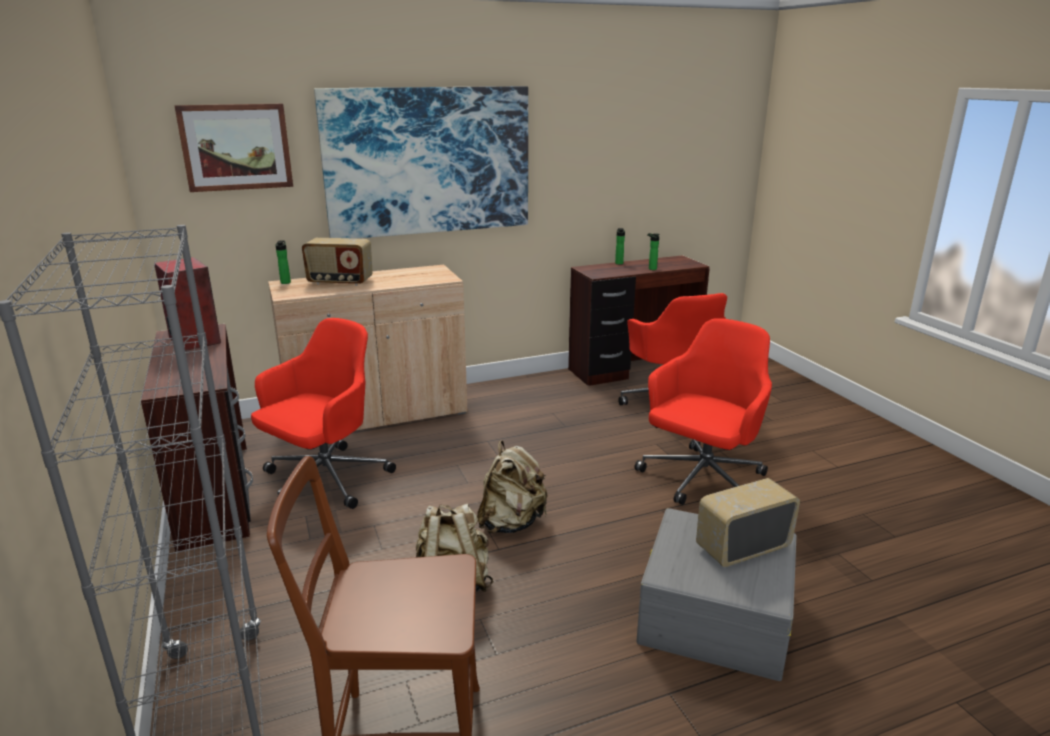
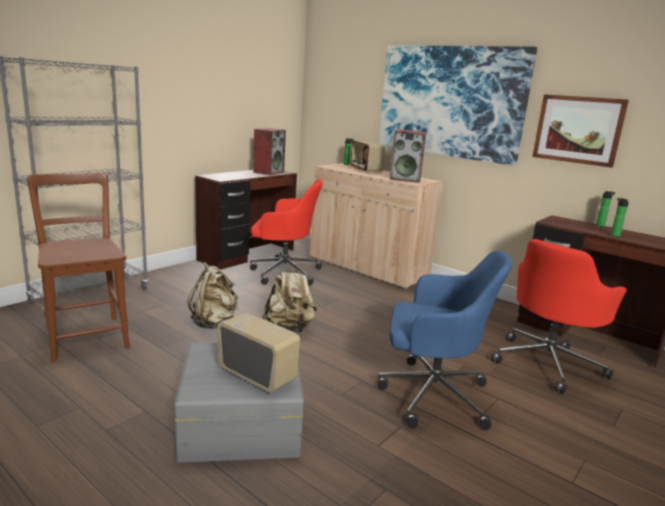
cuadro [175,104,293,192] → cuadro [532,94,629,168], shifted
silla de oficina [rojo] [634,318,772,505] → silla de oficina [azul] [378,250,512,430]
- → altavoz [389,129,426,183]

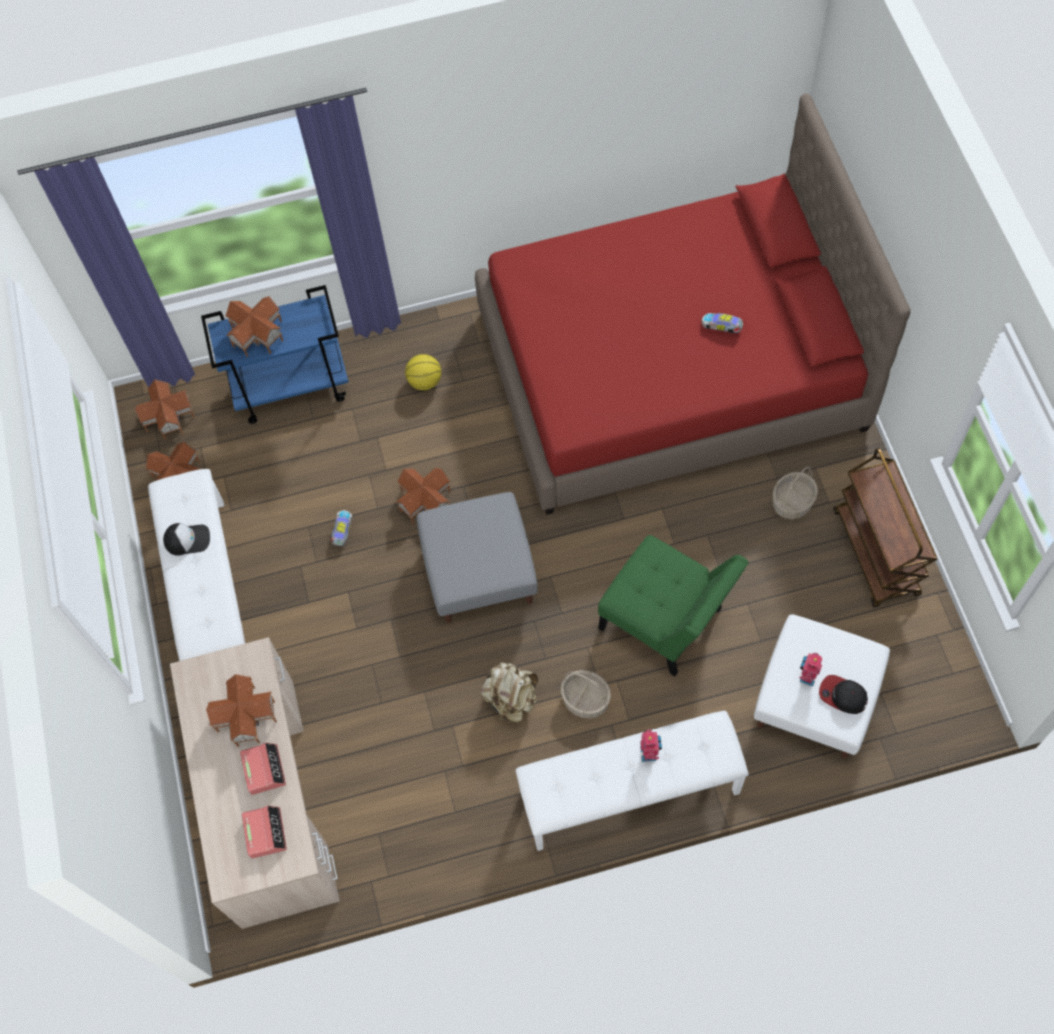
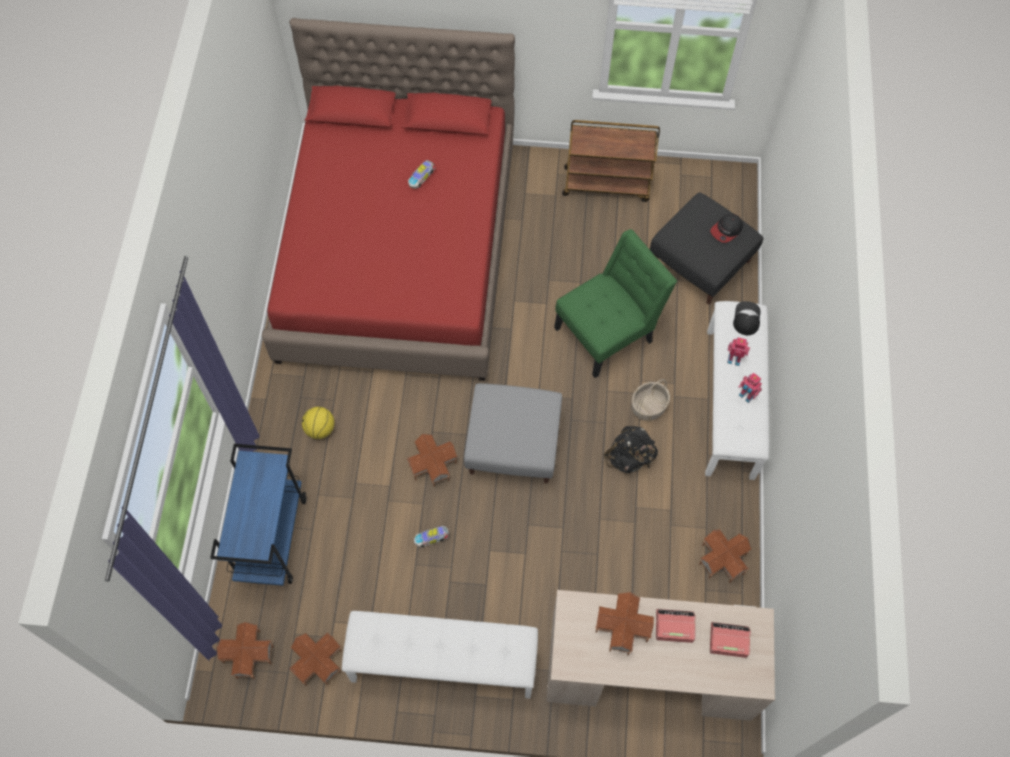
gorra [163,523,210,556] → gorra [733,301,761,335], shifted
casita [226,296,283,357] → casita [699,529,752,583], shifted
coche de juguete [331,510,352,547] → coche de juguete [414,526,449,548], 45 degrees counterclockwise
mochila [beis] [481,663,538,722] → mochila [negro] [604,426,658,473]
puf [blanco] [754,614,890,758] → puf [negro] [650,192,763,304]
cesta [773,466,818,519] → -
robot de juguete [799,653,823,686] → robot de juguete [739,373,762,403], shifted

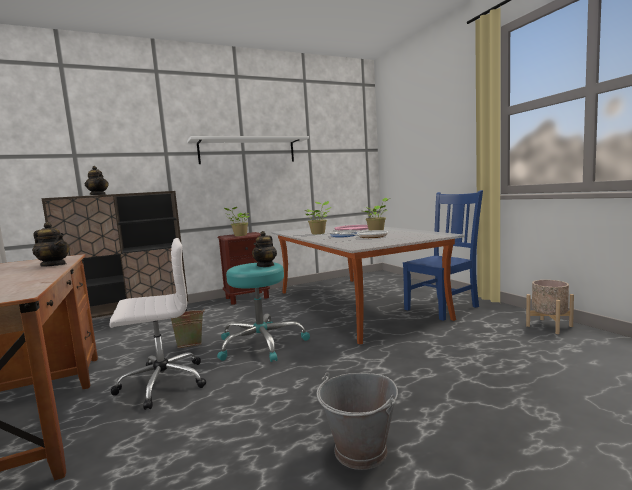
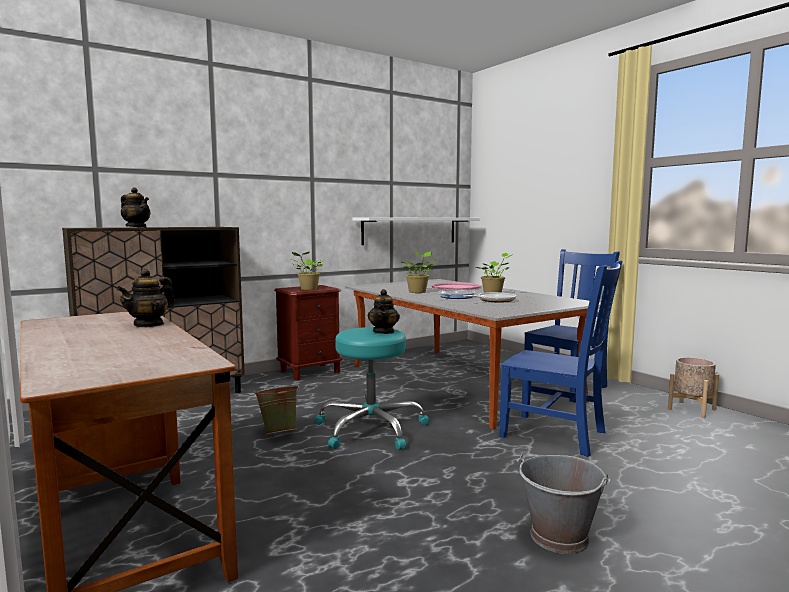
tetera [32,222,69,266] → tetera [117,269,175,327], 105 degrees clockwise
silla de oficina [blanco] [110,238,206,410] → -
estante [blanco] [187,136,309,164] → estante [blanco] [352,217,479,245], shifted
- → silla [azul] [499,260,622,457]

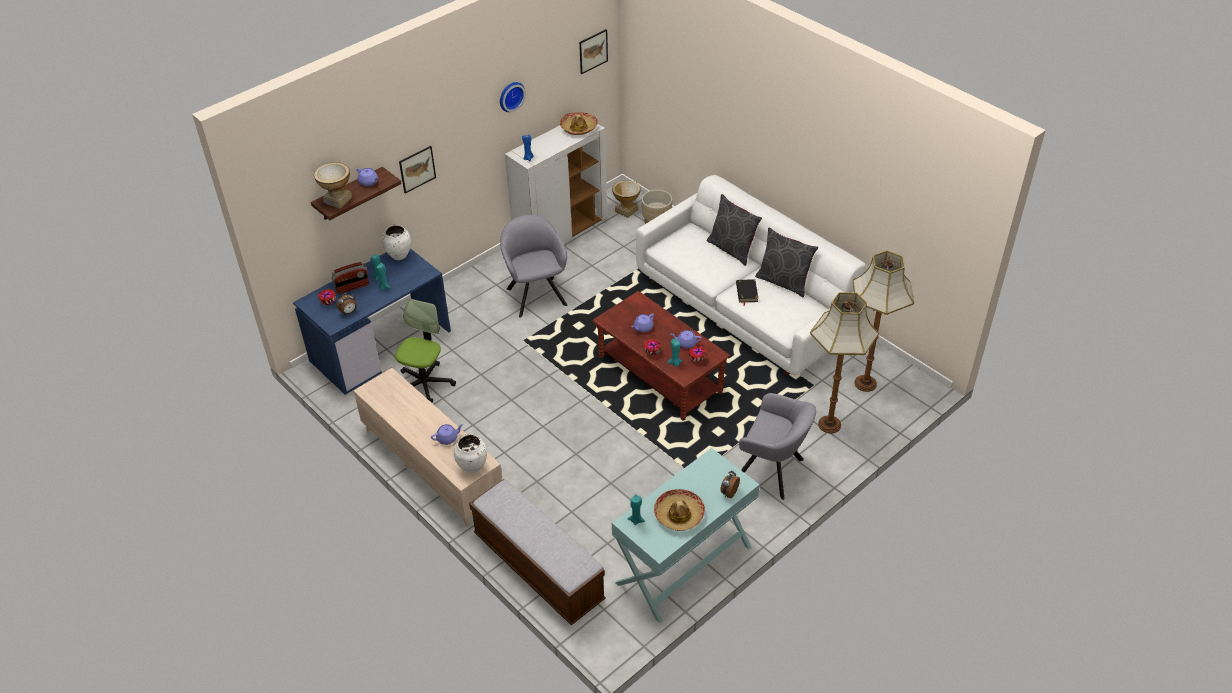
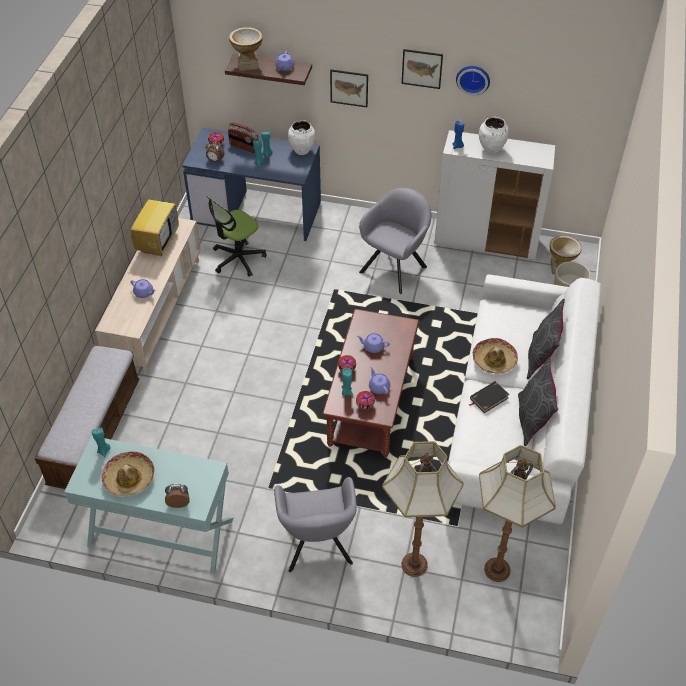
silla de oficina [395,299,456,403] → silla de oficina [207,196,266,277], 150 degrees clockwise
florero [blanco] [454,434,487,473] → florero [blanco] [479,117,509,154], shifted
sombrero [560,112,598,135] → sombrero [473,338,518,373], shifted
cuadro [579,29,608,74] → cuadro [402,49,443,89], shifted
- → televisor [131,186,179,256]

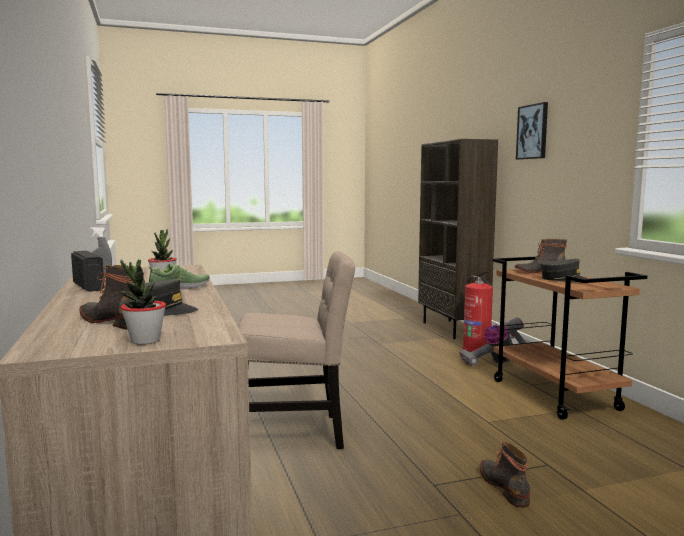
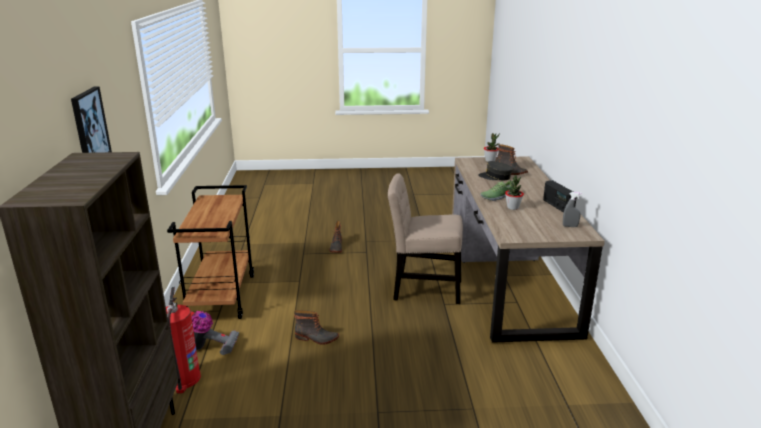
bota [515,239,567,274] → bota [294,310,339,345], shifted
gorra [gris] [540,259,588,282] → -

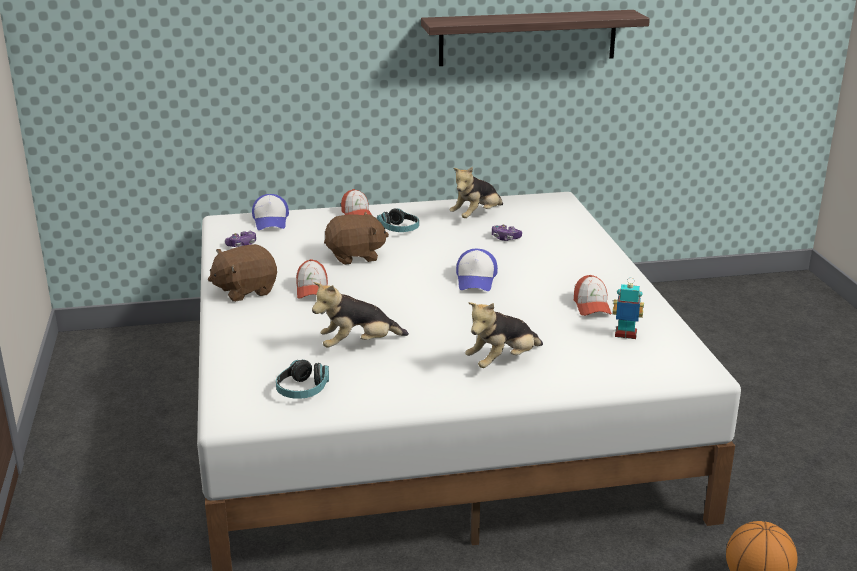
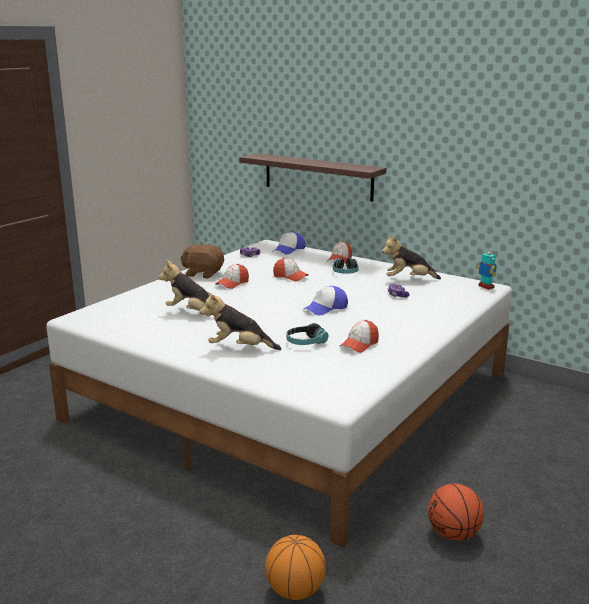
auriculares [276,360,329,399] → auriculares [286,323,329,345], shifted
peluche [marrón] [324,212,389,265] → gorra [273,258,309,281]
estante [421,10,650,66] → estante [239,153,386,202], shifted
robot de juguete [613,278,644,339] → robot de juguete [478,248,497,290], shifted
- → balón de baloncesto [428,484,484,541]

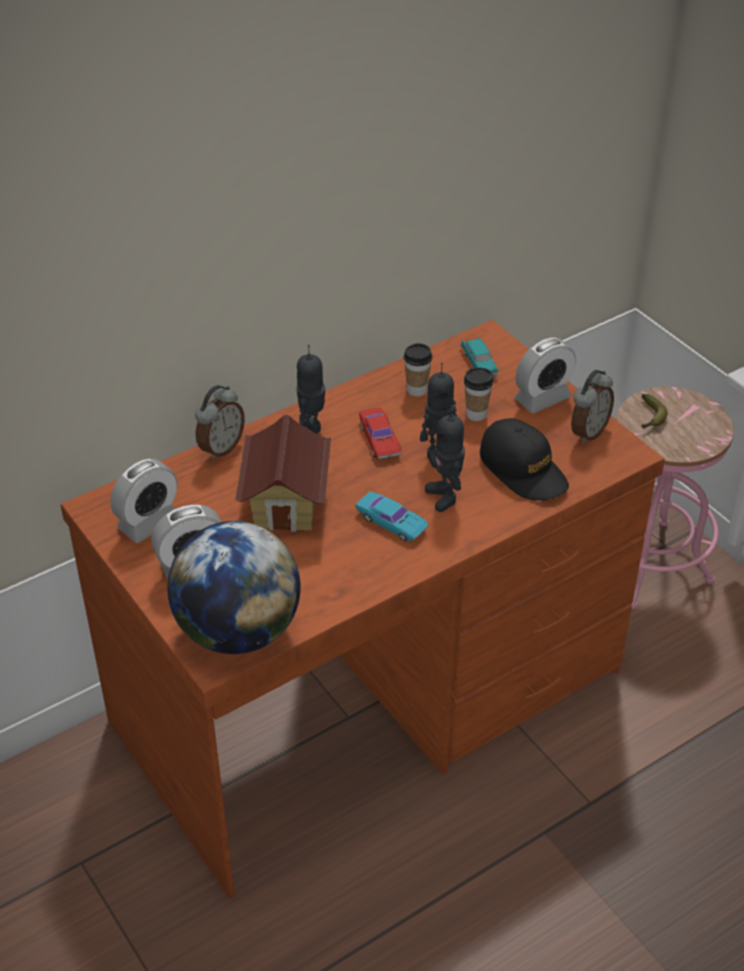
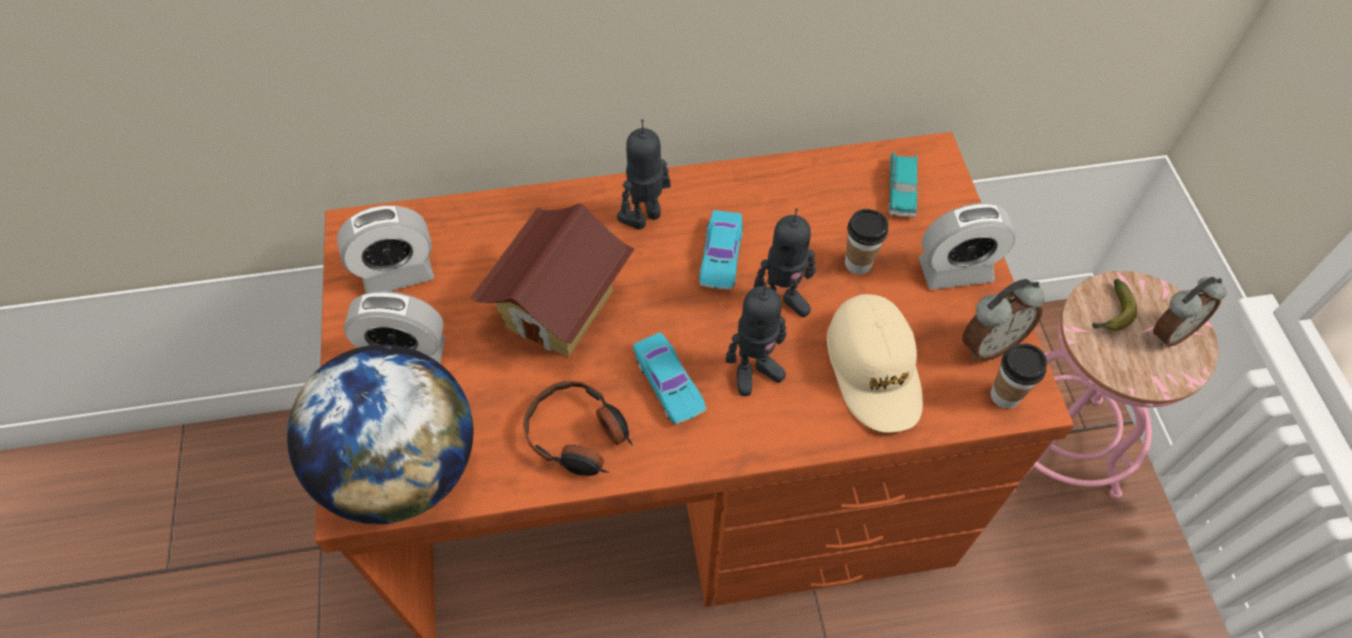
despertador [195,385,245,460] → despertador [1153,277,1226,347], shifted
coche de juguete [rojo] [359,407,401,460] → coche de juguete [turquesa] [699,210,743,290]
taza [404,343,432,396] → taza [991,343,1047,409], shifted
robot de juguete [425,406,465,512] → robot de juguete [726,282,786,396], 120 degrees counterclockwise
gorra [negro] [480,418,569,501] → gorra [beis] [827,294,923,432]
- → auriculares [523,381,633,476]

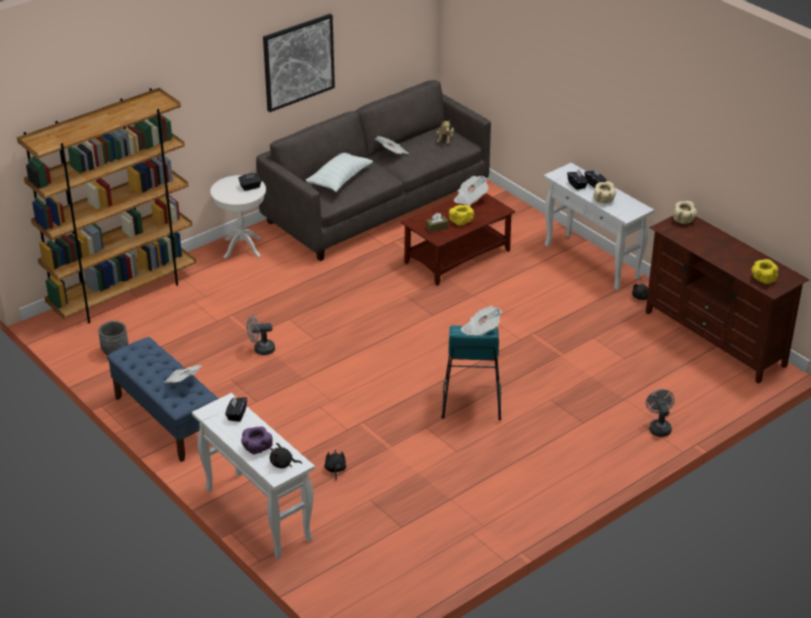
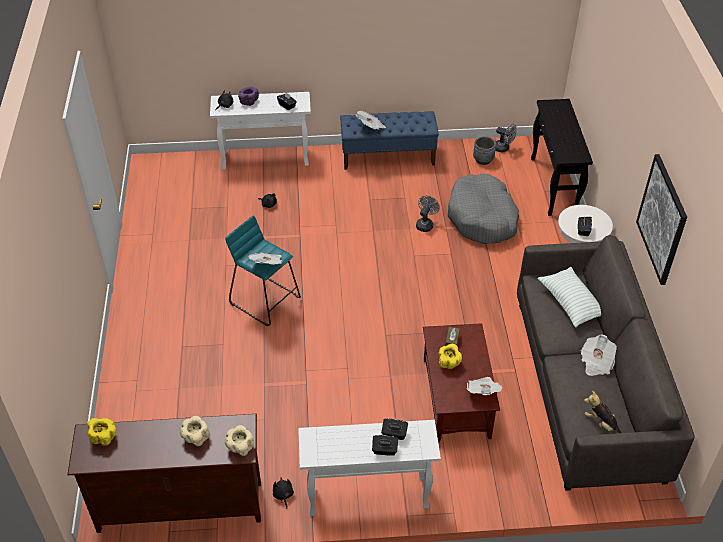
estantería [marrón] [17,88,196,323] → mesa consola [negro] [531,99,593,216]
cuenco [beis] [594,182,616,204] → cuenco [beis] [180,416,209,446], shifted
ventilador [gris] [646,389,675,437] → ventilador [gris] [495,124,517,152], shifted
- → cama para perro [gris] [448,173,519,244]

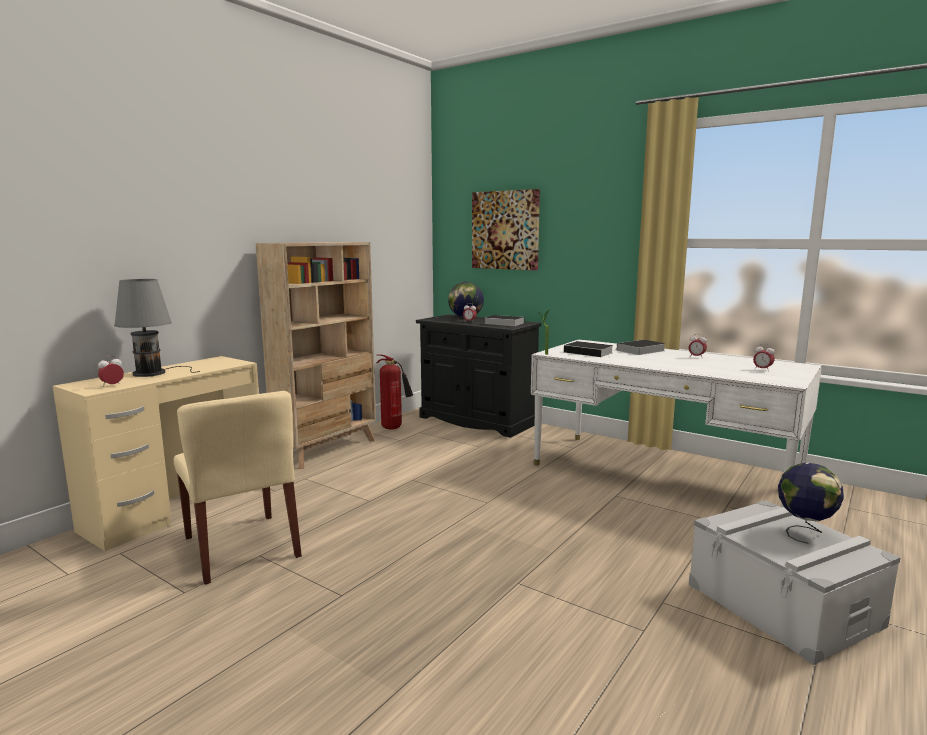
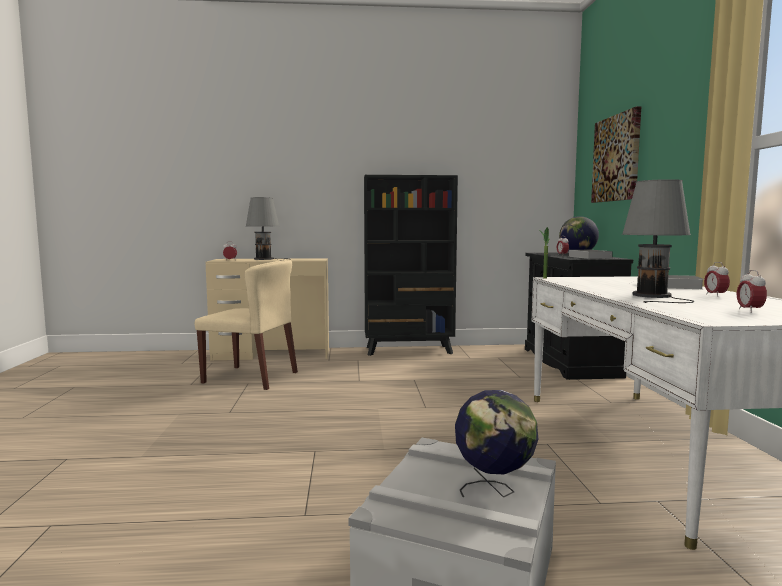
silla [beis] [174,391,302,585] → silla [beis] [195,260,298,390], 90 degrees counterclockwise
estantería [beis] [256,242,376,469] → estantería [negro] [364,175,458,356]
extintor [376,355,413,429] → -
libro [564,341,614,357] → -
- → lámpara de mesa [gris] [622,179,695,303]

